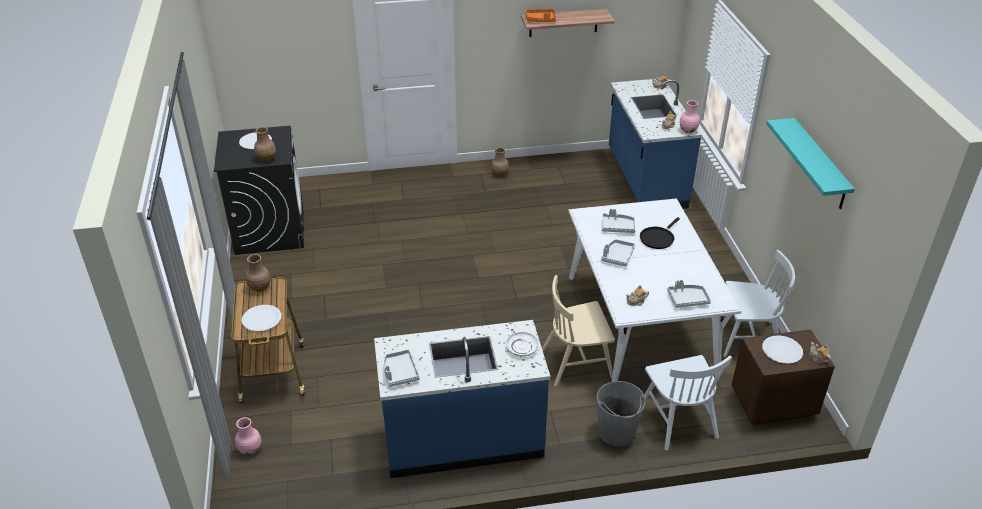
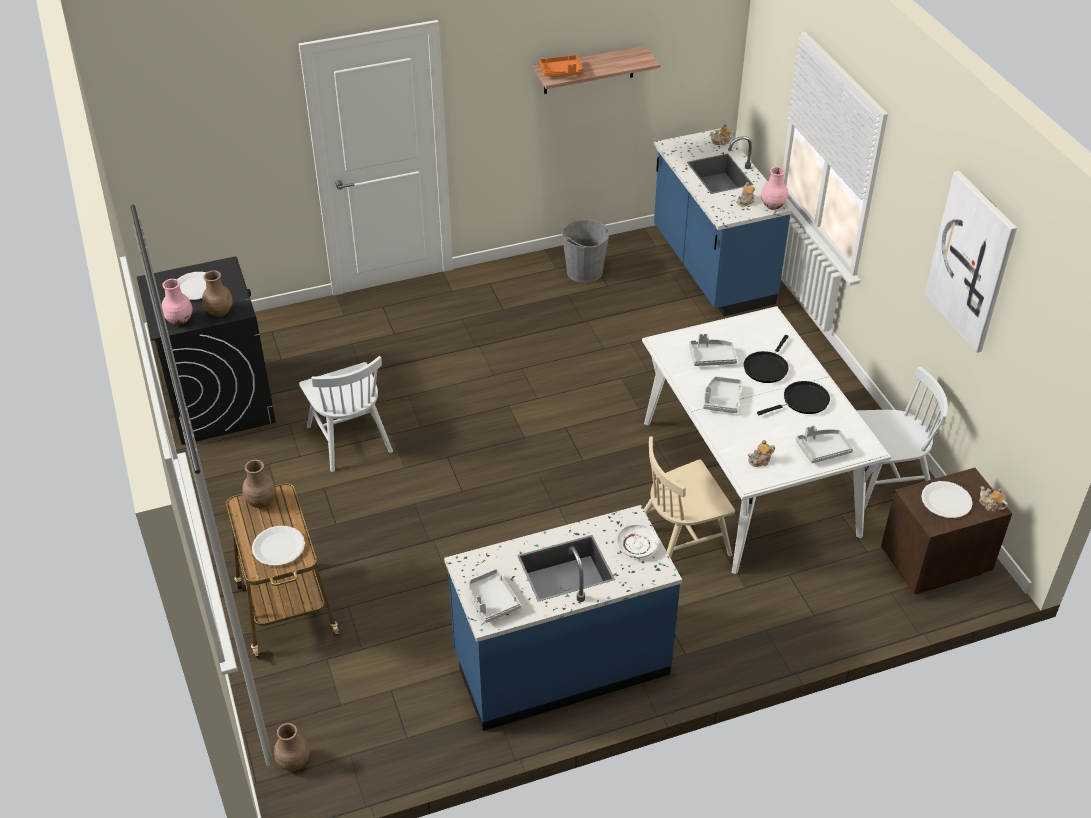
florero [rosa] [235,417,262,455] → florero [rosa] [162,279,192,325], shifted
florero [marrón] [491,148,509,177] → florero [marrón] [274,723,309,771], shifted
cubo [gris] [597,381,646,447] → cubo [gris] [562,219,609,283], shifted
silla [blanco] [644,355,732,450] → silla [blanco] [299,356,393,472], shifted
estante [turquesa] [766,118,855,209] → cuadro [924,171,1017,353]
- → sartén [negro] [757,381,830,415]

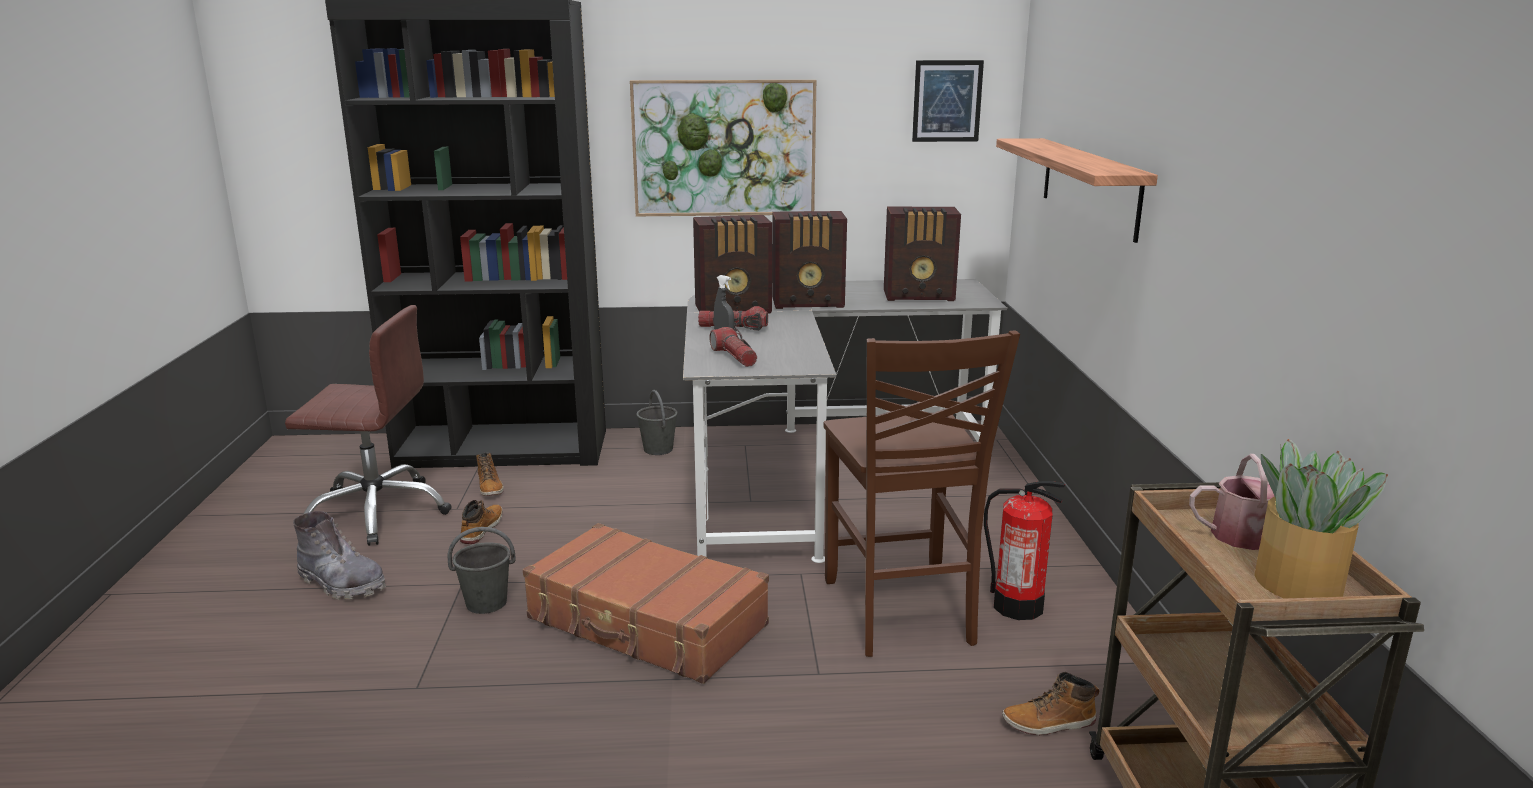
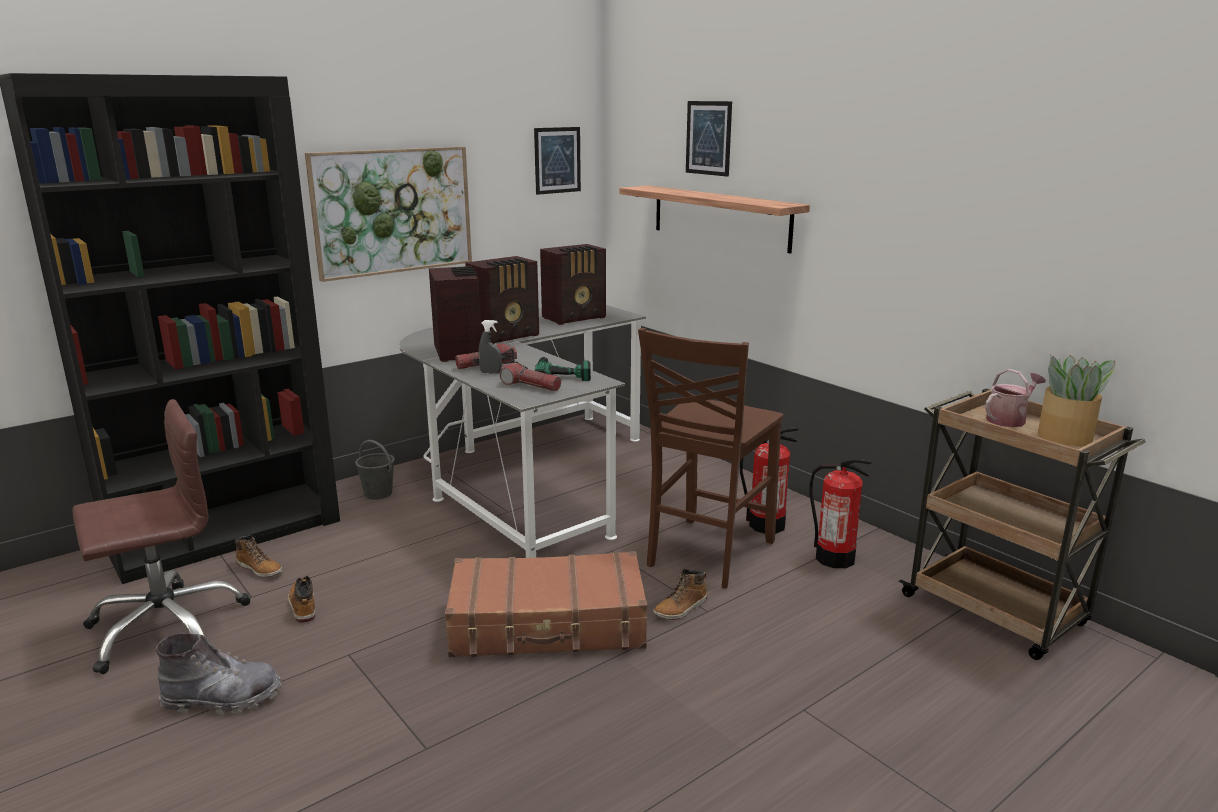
cubo [gris] [448,527,516,614] → -
radio [693,215,772,313] → radio [429,266,481,362], 60 degrees counterclockwise
silla [marrón] [823,330,1020,657] → silla [marrón] [638,328,784,589], 75 degrees clockwise
bota [1002,672,1099,735] → bota [653,569,707,620], shifted
- → taladro [535,356,591,381]
- → cuadro [686,101,732,177]
- → extintor [809,459,872,568]

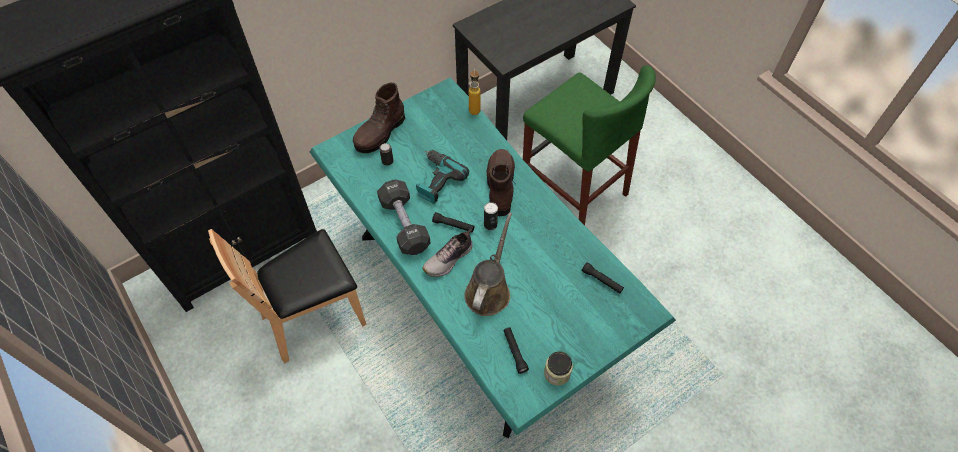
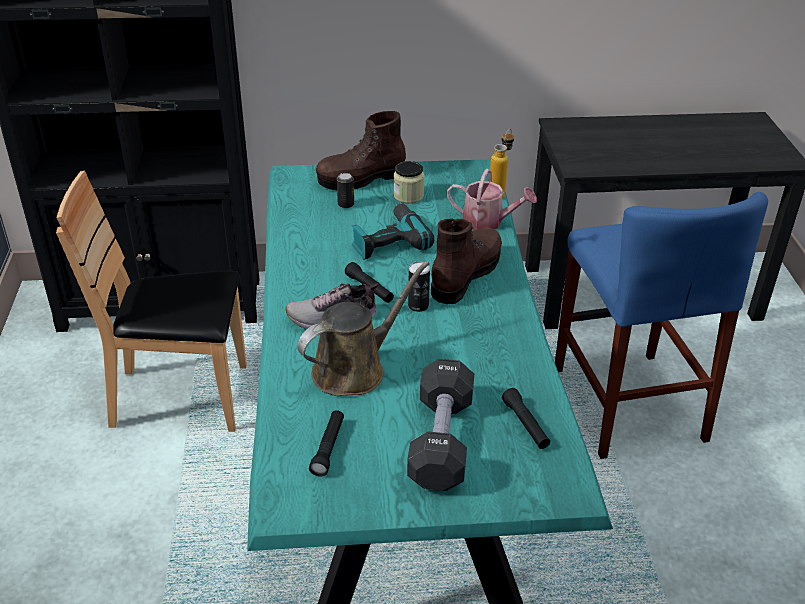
mancuerna [negro] [377,180,431,255] → mancuerna [negro] [407,359,474,491], shifted
taburete [verde] [523,65,656,225] → taburete [azul] [555,192,768,459]
tarro [544,351,573,386] → tarro [394,161,424,203], shifted
- → regadera [447,169,537,230]

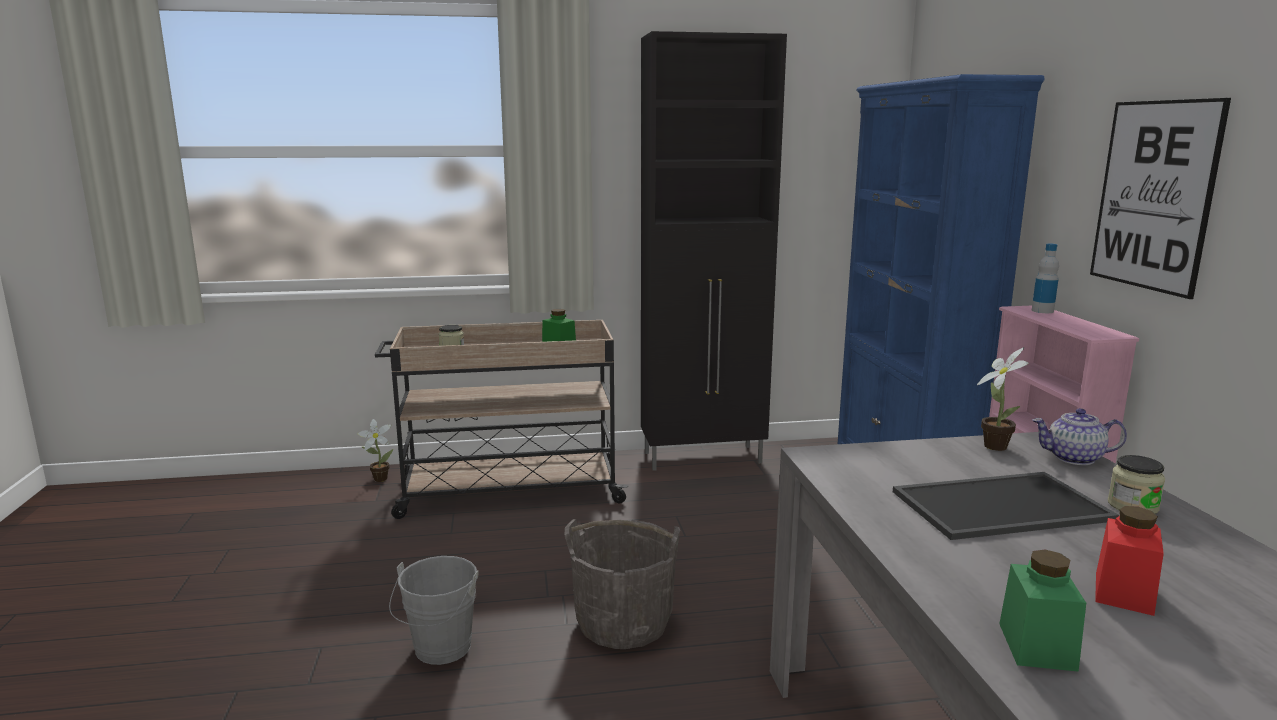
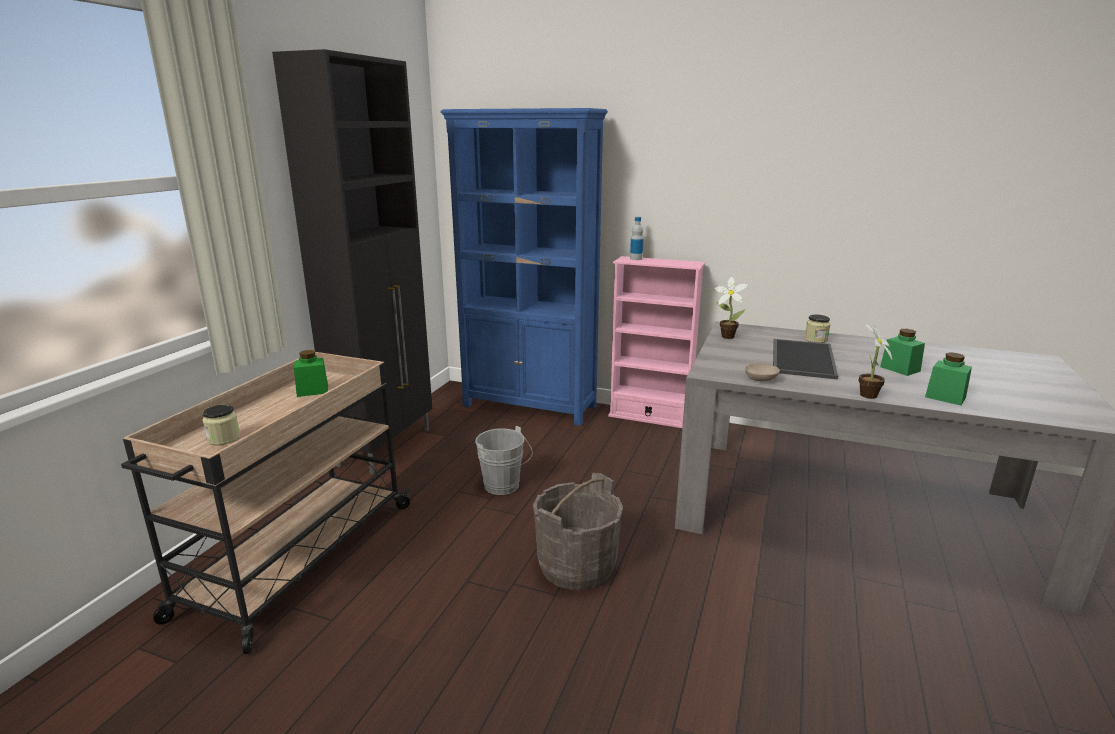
planta en maceta [357,419,393,482] → planta en maceta [859,324,892,399], shifted
cubo [gris] [389,556,479,665] → cubo [gris] [475,426,533,495], shifted
tetera [1032,408,1127,465] → -
cuadro [1090,98,1231,299] → -
tarro [rojo] [1095,506,1164,616] → tarro [verde] [880,329,925,376]
- → cuenco [beis] [745,363,780,382]

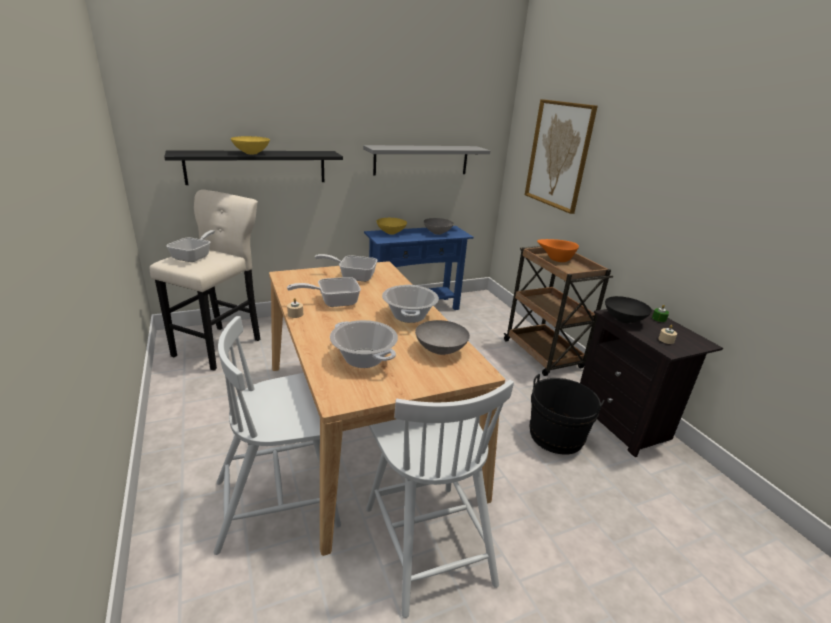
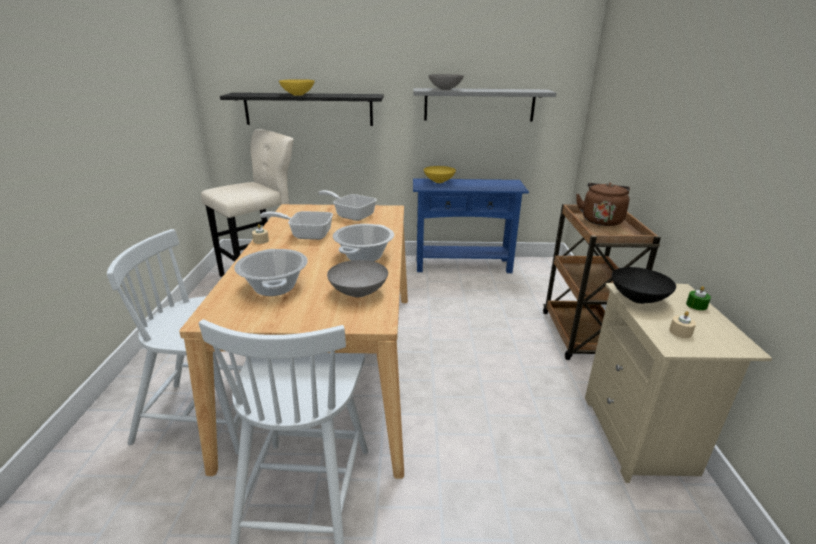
sartén [166,230,215,262] → -
cuenco [gris] [424,218,454,235] → cuenco [gris] [428,74,464,90], shifted
cuadro [525,99,598,214] → -
cubo [negro] [530,374,604,454] → -
cuenco [naranja] [537,239,579,262] → hervidor [marrón] [576,183,630,226]
mesita de noche [negro] [580,309,723,457] → mesita de noche [beis] [585,283,773,483]

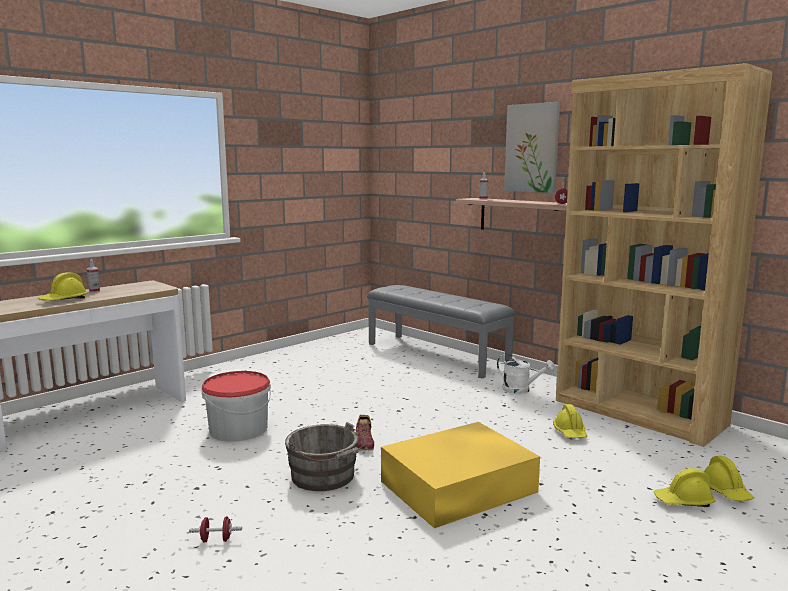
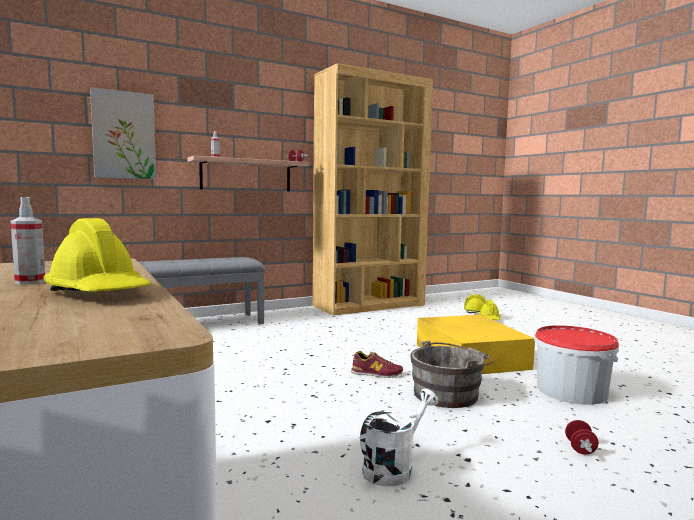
cubo [202,371,271,441] → cubo [534,325,619,405], shifted
regadera [blanco] [497,354,555,394] → regadera [blanco] [360,389,438,486], shifted
cuadro [504,102,560,193] → cuadro [90,87,156,179], shifted
casco [amarillo] [553,404,587,438] → -

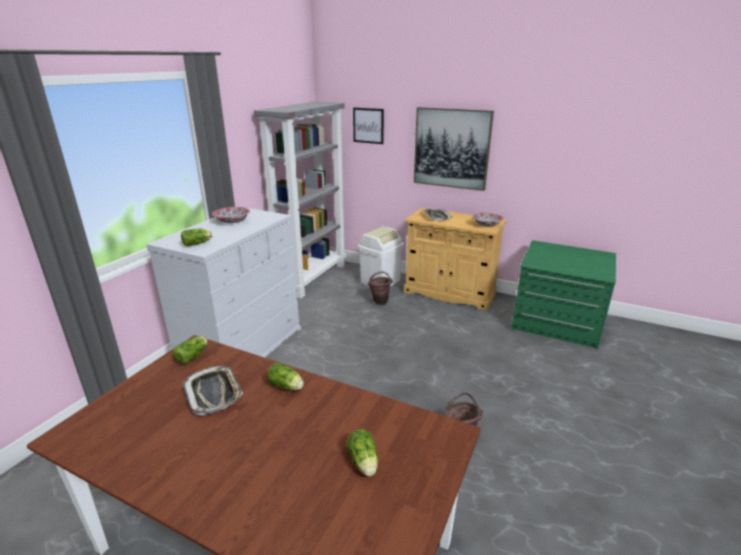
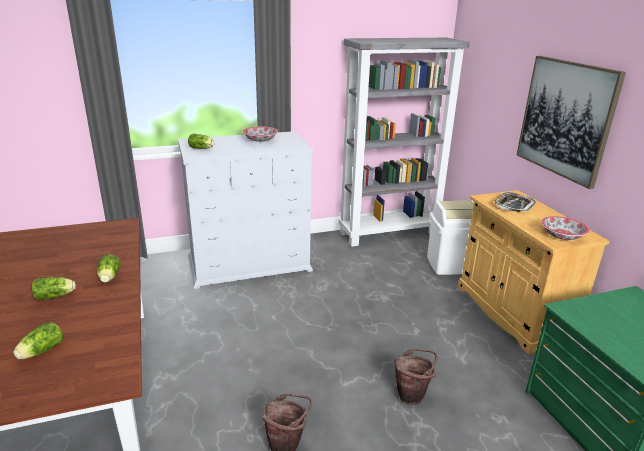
lechuga [173,337,208,364] → lechuga [31,277,76,300], shifted
bandeja [183,366,243,416] → -
cuadro [353,108,384,144] → -
cubo [marrón] [368,272,393,305] → cubo [marrón] [394,349,437,405], shifted

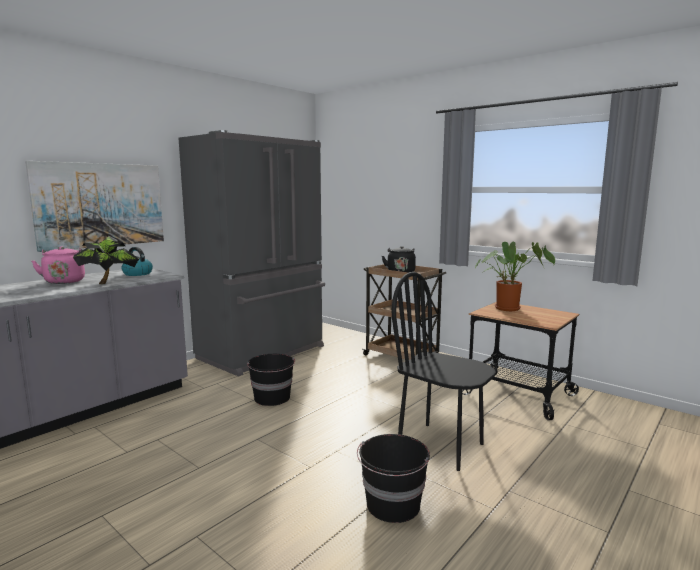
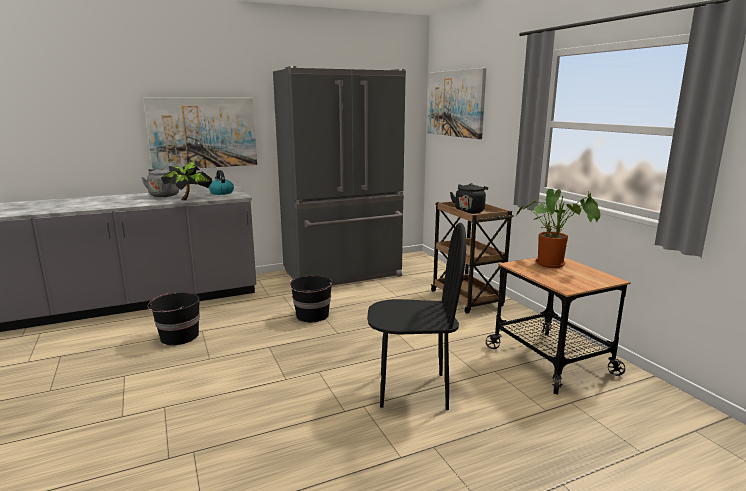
hervidor [rosa] [32,246,85,284] → hervidor [gris] [142,167,180,197]
cubo [negro] [357,434,430,523] → cubo [negro] [148,293,200,345], shifted
silla [negro] [392,272,496,471] → silla [negro] [367,223,466,410], 120 degrees clockwise
- → cuadro [428,68,486,139]

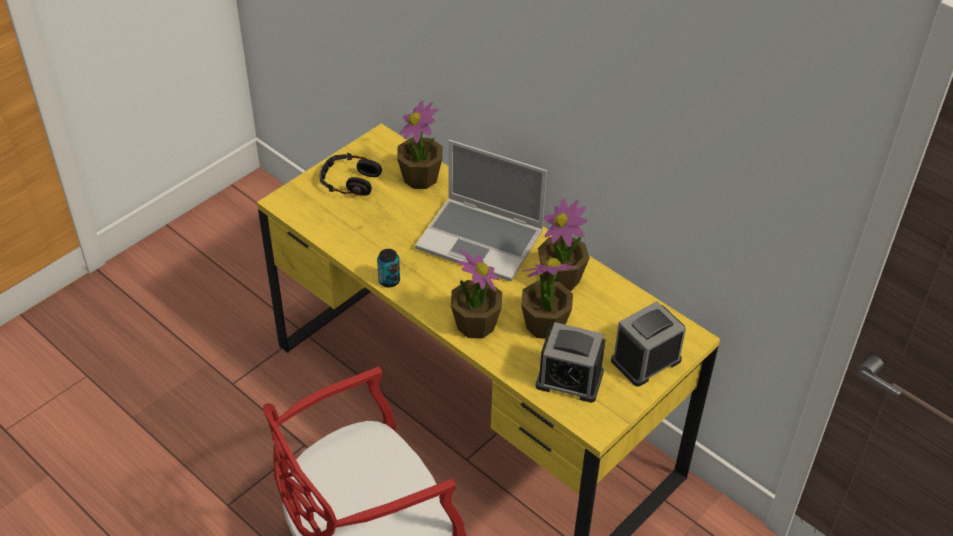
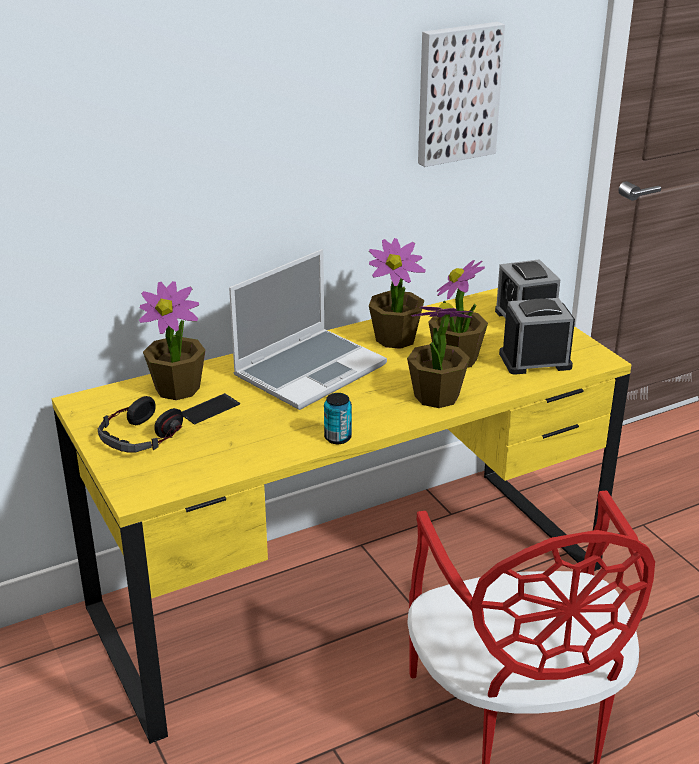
despertador [536,322,605,403] → despertador [499,298,575,375], 135 degrees counterclockwise
- → móvil [182,393,240,425]
- → cuadro [418,22,505,167]

